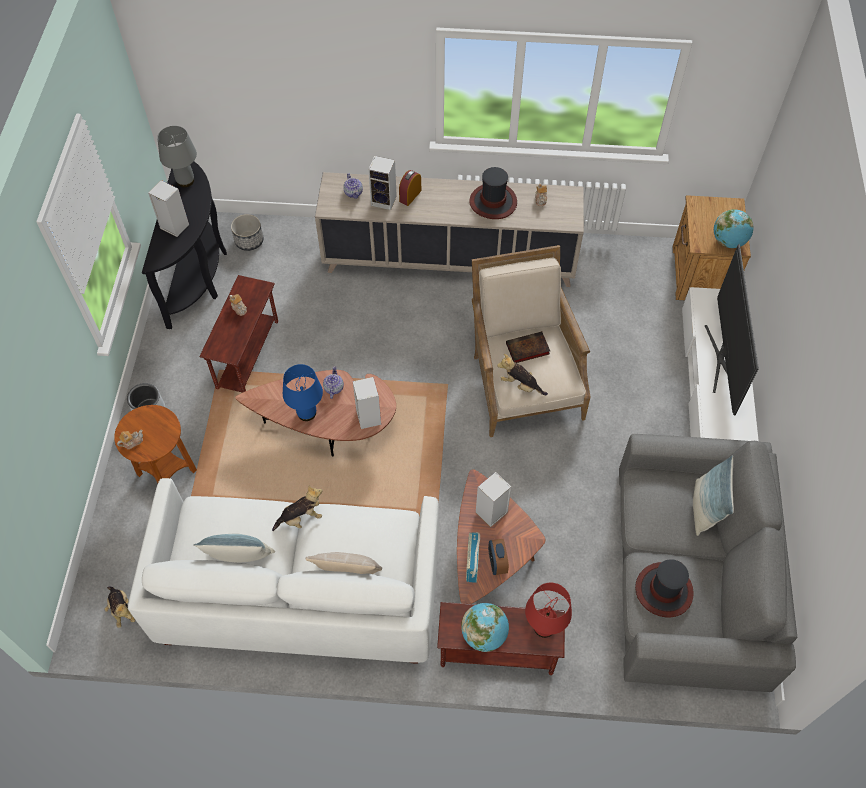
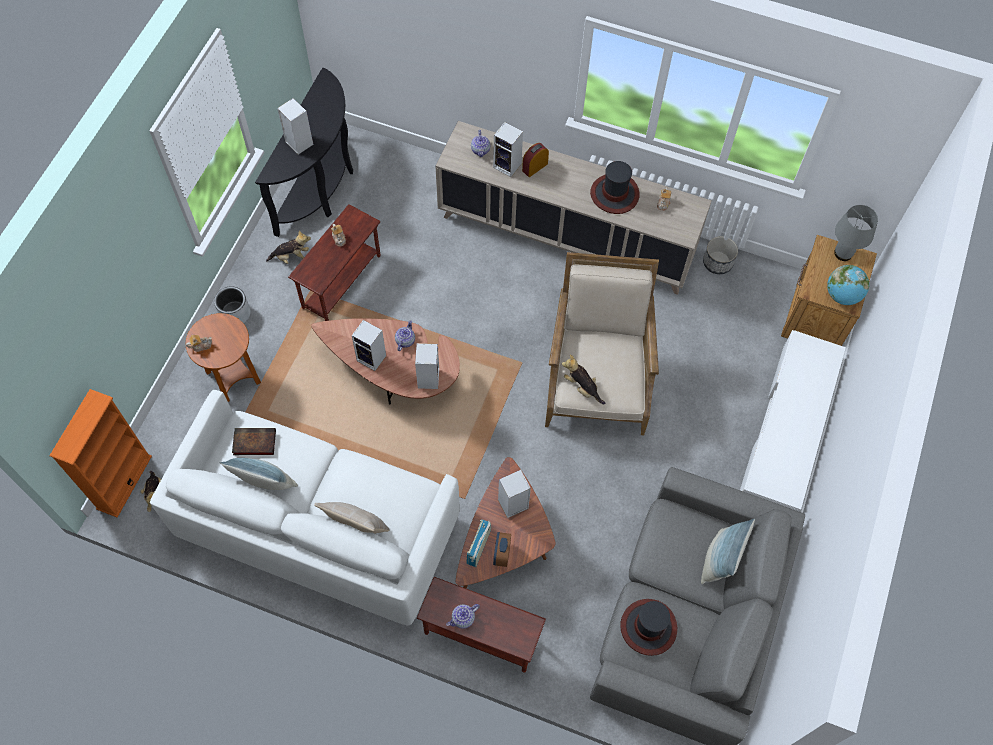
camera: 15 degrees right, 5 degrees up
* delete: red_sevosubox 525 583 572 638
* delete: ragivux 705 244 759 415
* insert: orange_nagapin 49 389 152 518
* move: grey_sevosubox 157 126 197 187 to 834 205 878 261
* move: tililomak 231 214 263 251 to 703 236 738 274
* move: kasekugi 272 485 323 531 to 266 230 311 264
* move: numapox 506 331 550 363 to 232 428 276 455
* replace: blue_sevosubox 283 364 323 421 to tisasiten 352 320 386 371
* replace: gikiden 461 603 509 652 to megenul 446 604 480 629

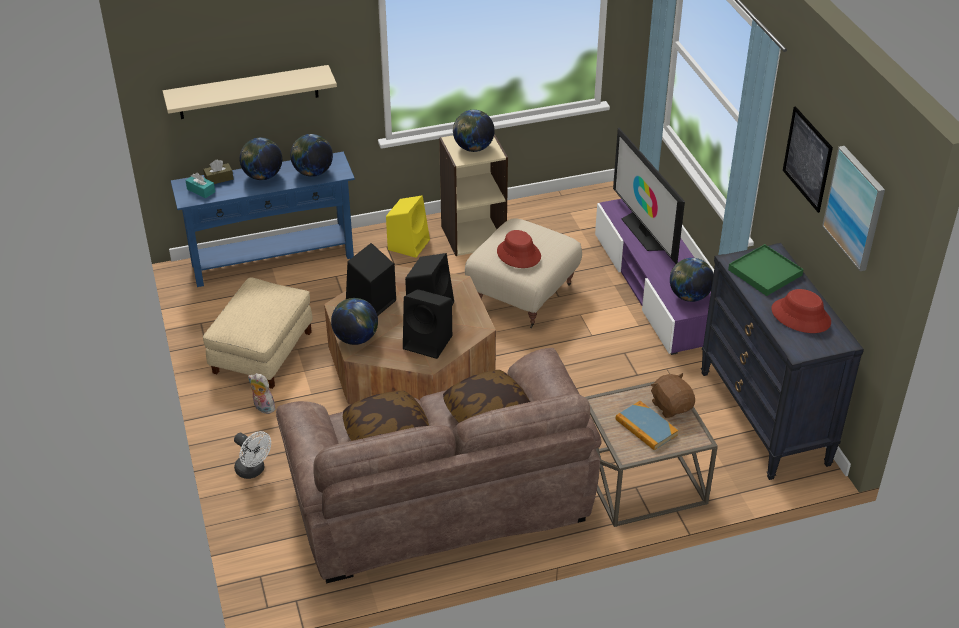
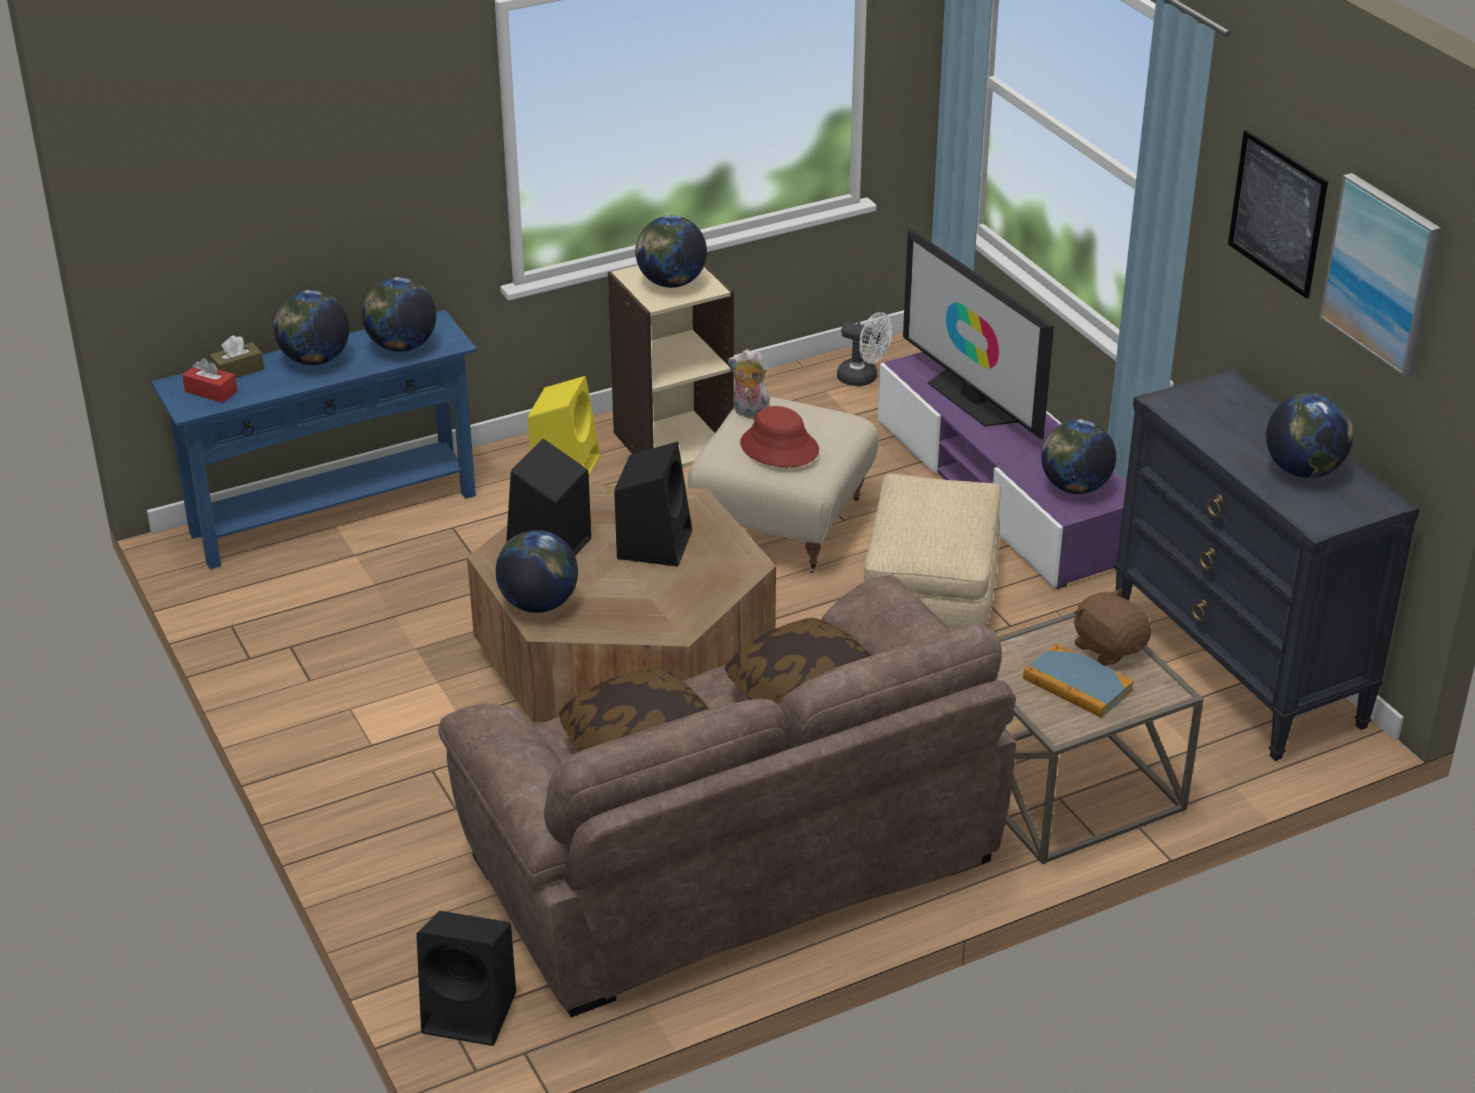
camera: 10 degrees left, 5 degrees down
* delete: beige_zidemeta 163 65 337 119
* delete: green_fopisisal 728 244 804 296
* move: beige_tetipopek 203 277 313 389 to 862 473 1001 629
* move: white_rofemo 234 431 271 479 to 837 312 892 386
* move: kasekugi 248 373 275 414 to 728 349 770 419
* move: black_tisasiten 403 289 452 359 to 416 911 516 1046
* replace: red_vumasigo 772 289 831 333 to gikiden 1266 393 1353 478
* recolor: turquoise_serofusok 185 172 215 199 to red_serofusok 182 358 237 403

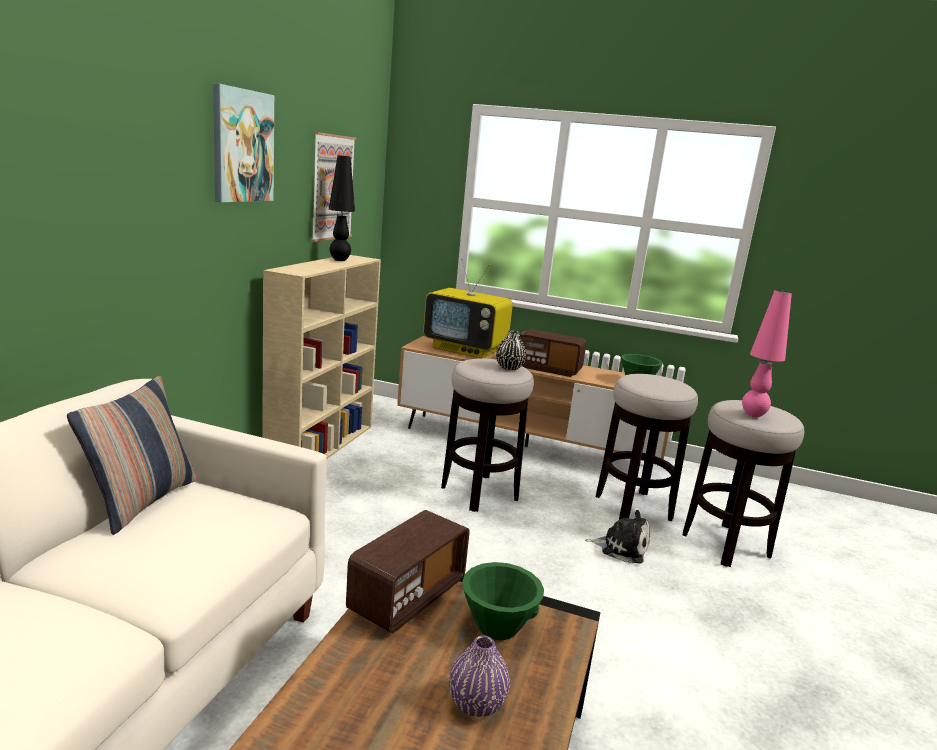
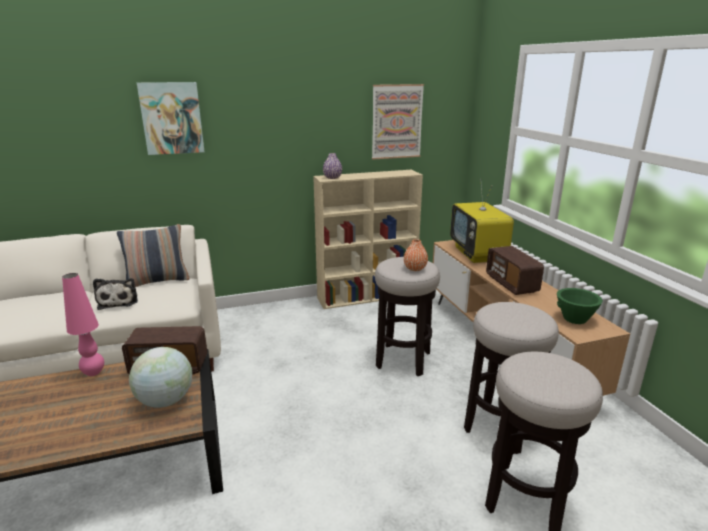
camera: 55 degrees right, 5 degrees up
* delete: black_sevosubox 329 155 355 261
* move: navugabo 213 83 274 202 to 137 82 205 155
* move: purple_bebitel 449 635 510 717 to 323 153 342 179
* move: kasekugi 585 510 650 564 to 93 278 138 310
* move: pink_sevosubox 742 290 792 417 to 62 273 104 376
* replace: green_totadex 462 562 544 640 to gikiden 129 347 192 408
* recolor: black_bebitel 496 331 526 370 to orange_bebitel 404 239 428 271

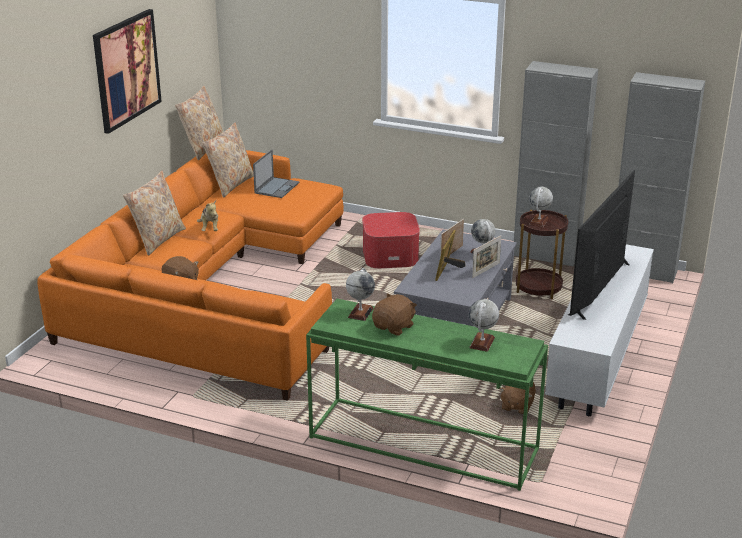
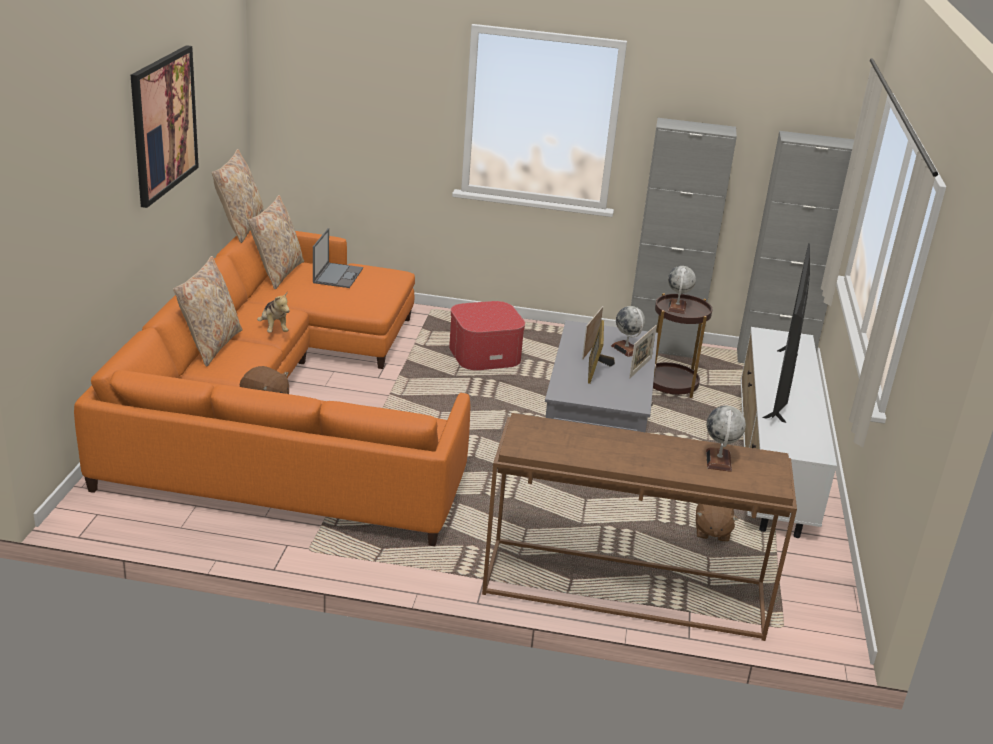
camera: 15 degrees left, 0 degrees up
* delete: gikiden 346 268 375 321
* delete: brown_kasekugi 372 293 417 336
* recolor: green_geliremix 306 299 548 491 to brown_geliremix 482 413 797 641

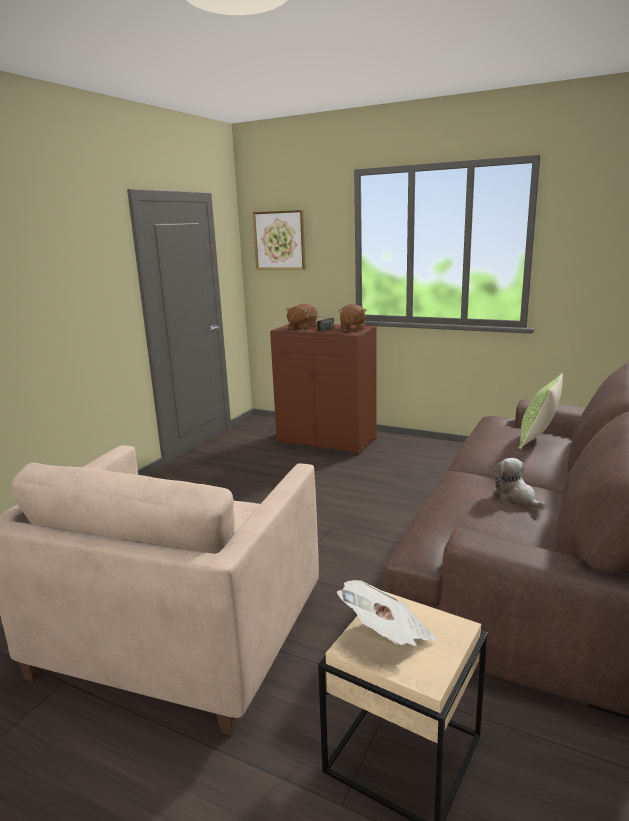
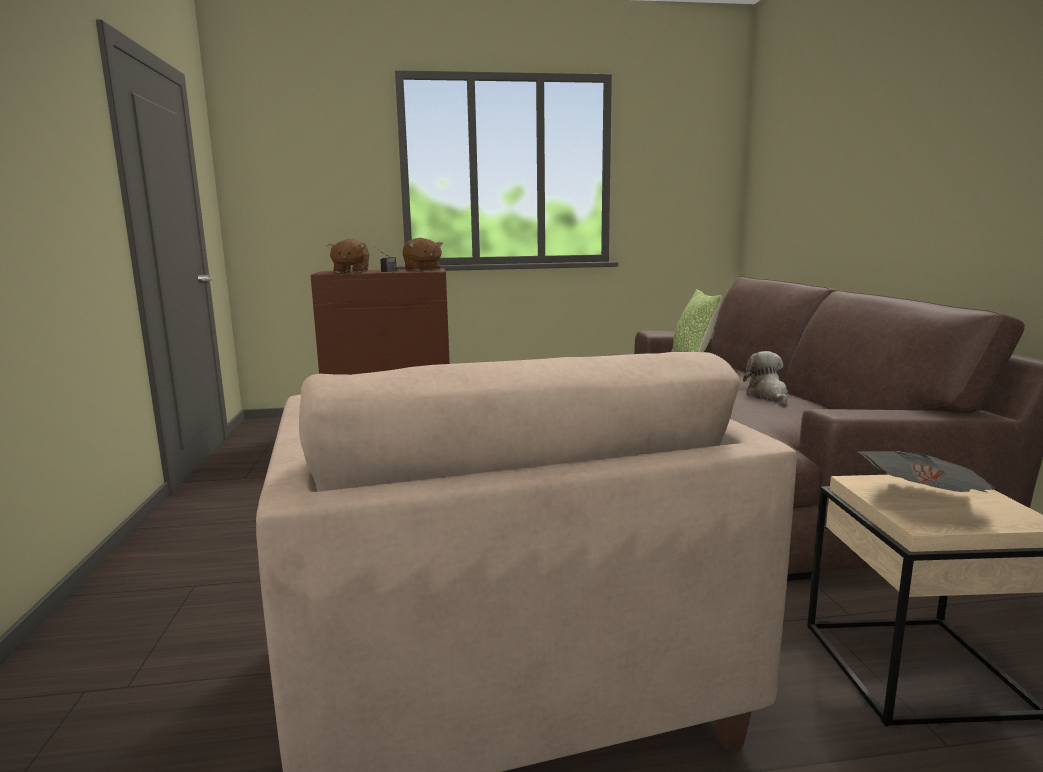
camera: 35 degrees left, 5 degrees down
* delete: navugabo 253 210 306 270
* rotate: kasekugi 494 458 546 510 = 743 351 788 404 60 degrees clockwise

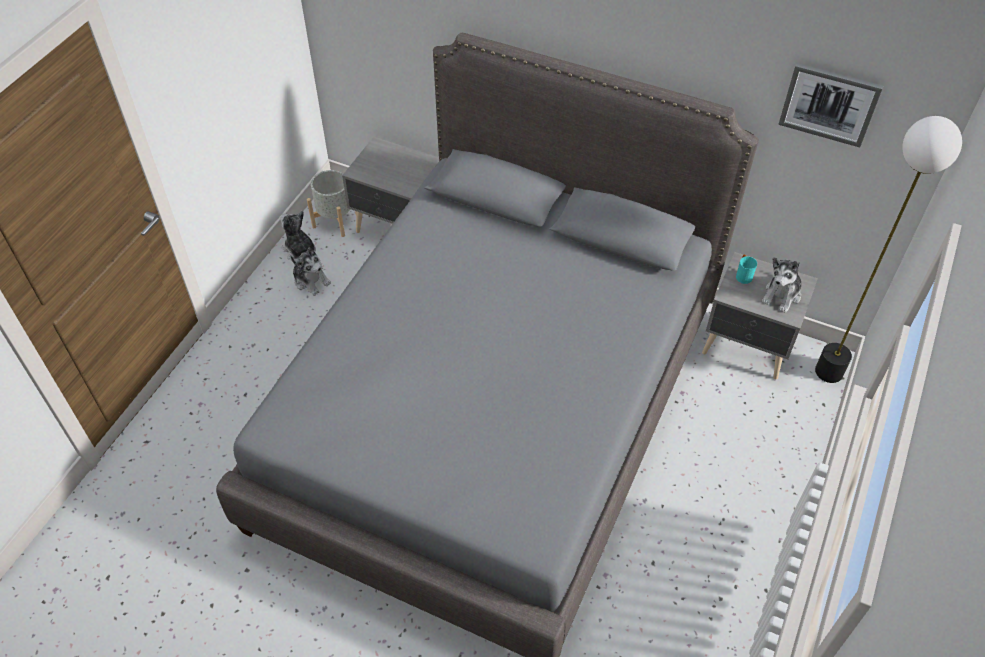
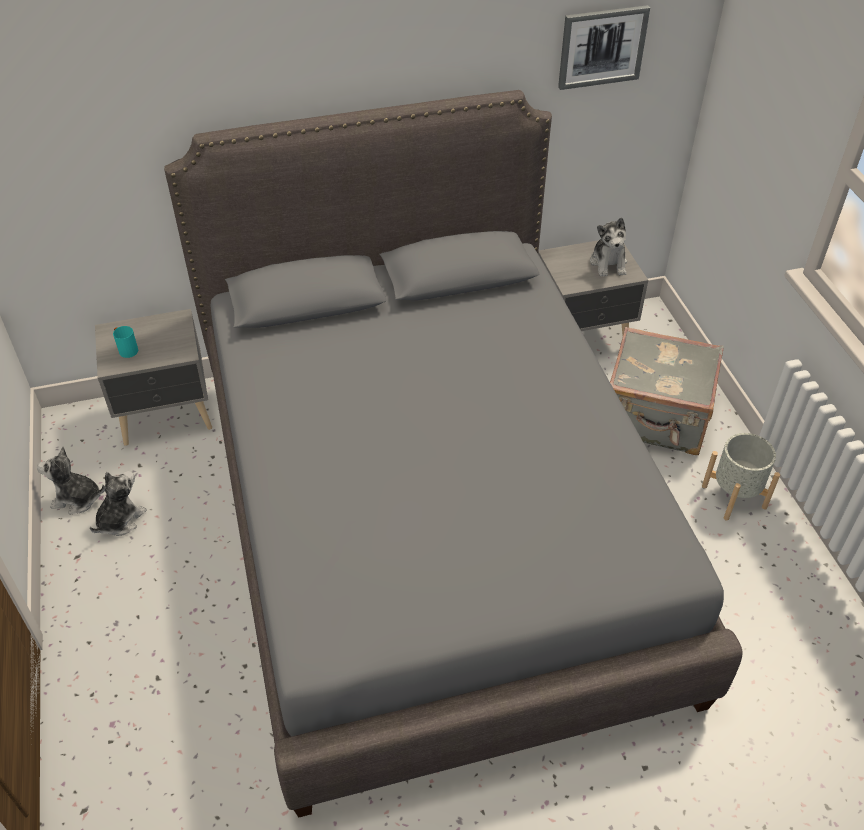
camera: 40 degrees left, 5 degrees down
* delete: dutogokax 815 116 962 383
* insert: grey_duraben 610 327 724 455
* move: grey_tililomak 307 170 356 237 to 702 433 780 521
* move: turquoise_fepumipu 736 255 757 284 to 113 326 138 358
* rotate: kasekugi 290 247 331 296 = 90 471 147 536 60 degrees counterclockwise

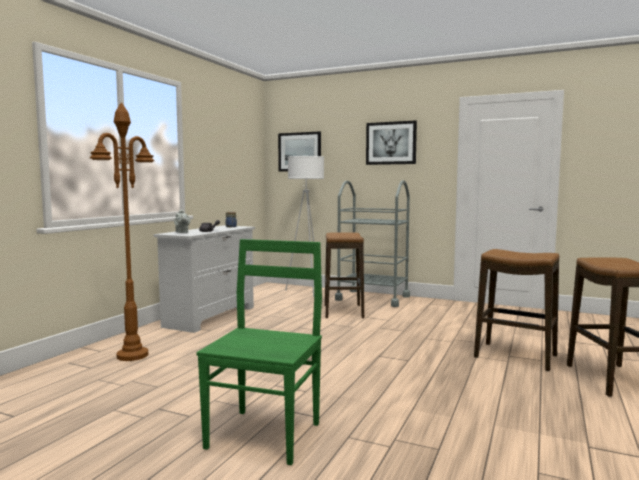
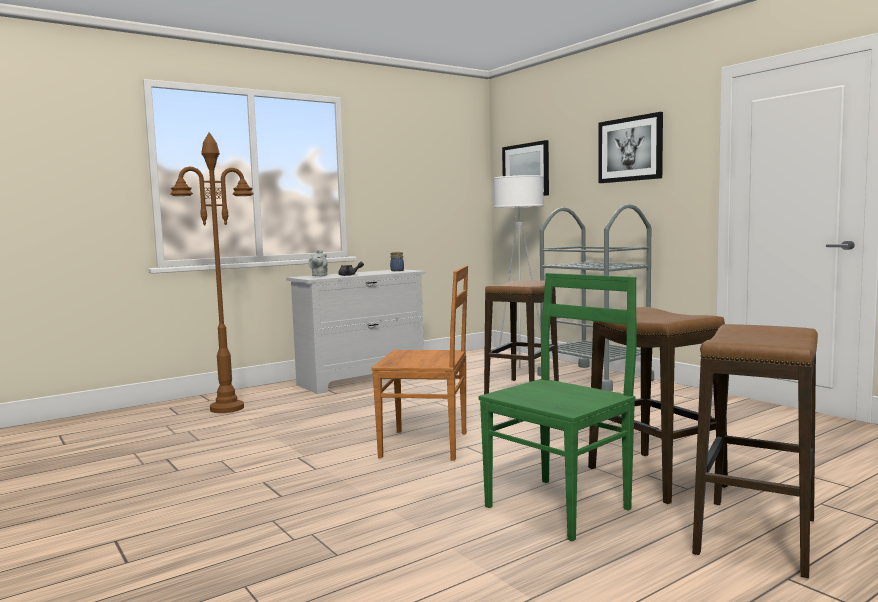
camera: 30 degrees right, 0 degrees up
* insert: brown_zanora 372 265 468 461
* move: green_zanora 196 239 322 465 to 479 273 637 542

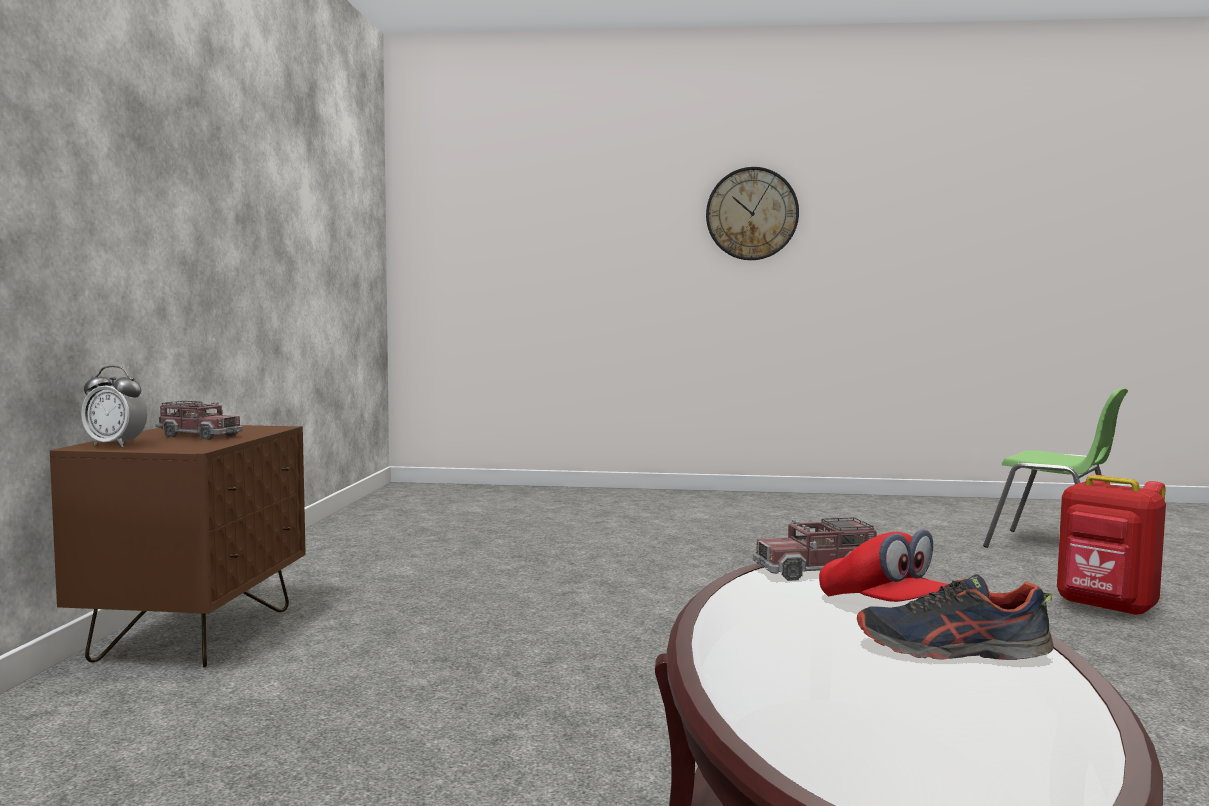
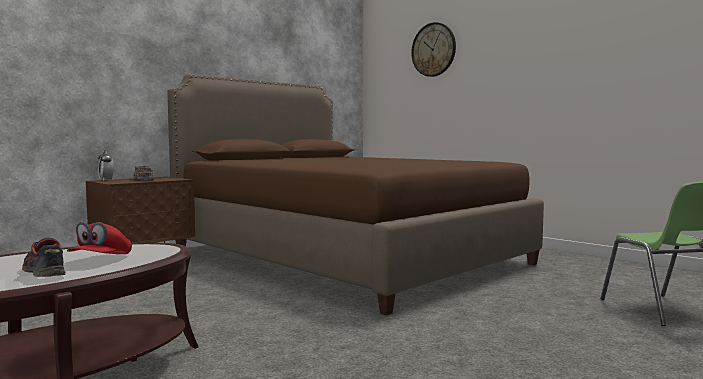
camera: 40 degrees right, 0 degrees up
* delete: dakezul 753 517 877 581
* delete: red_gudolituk 1057 475 1166 616
* insert: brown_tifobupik 167 74 544 316
* move: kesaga 706 167 799 260 to 411 22 456 77

